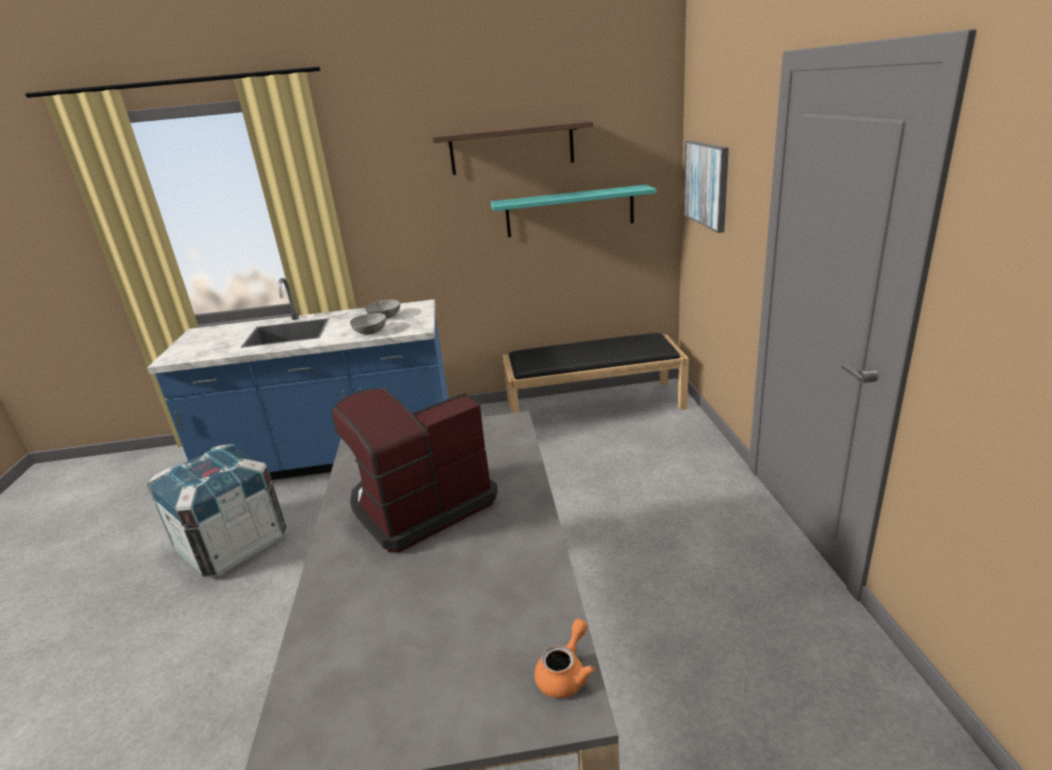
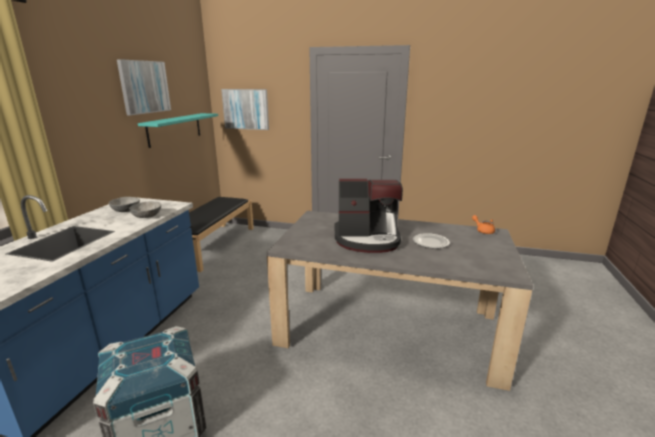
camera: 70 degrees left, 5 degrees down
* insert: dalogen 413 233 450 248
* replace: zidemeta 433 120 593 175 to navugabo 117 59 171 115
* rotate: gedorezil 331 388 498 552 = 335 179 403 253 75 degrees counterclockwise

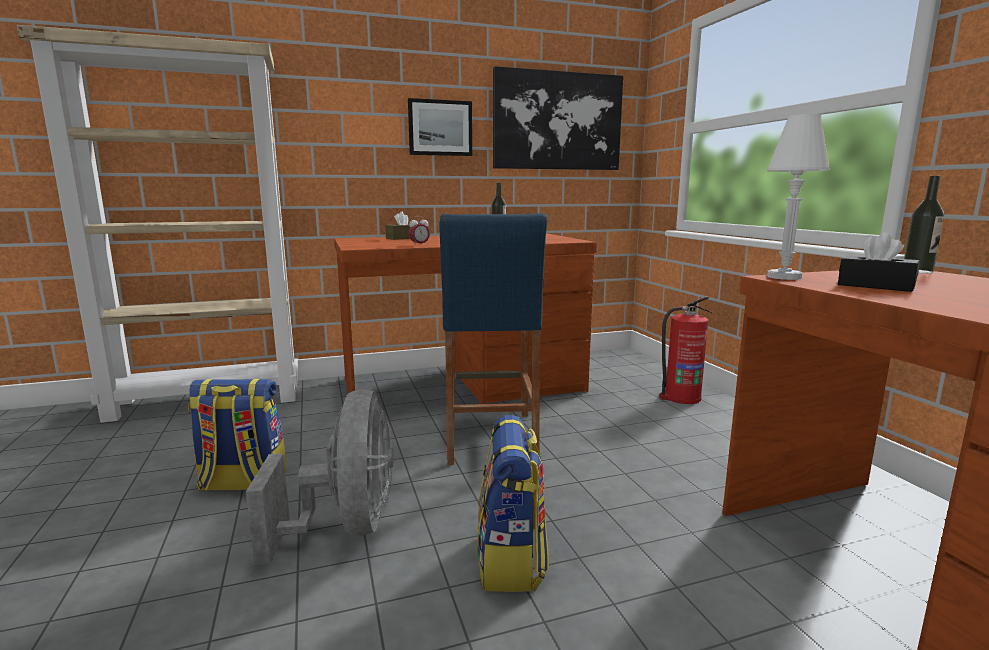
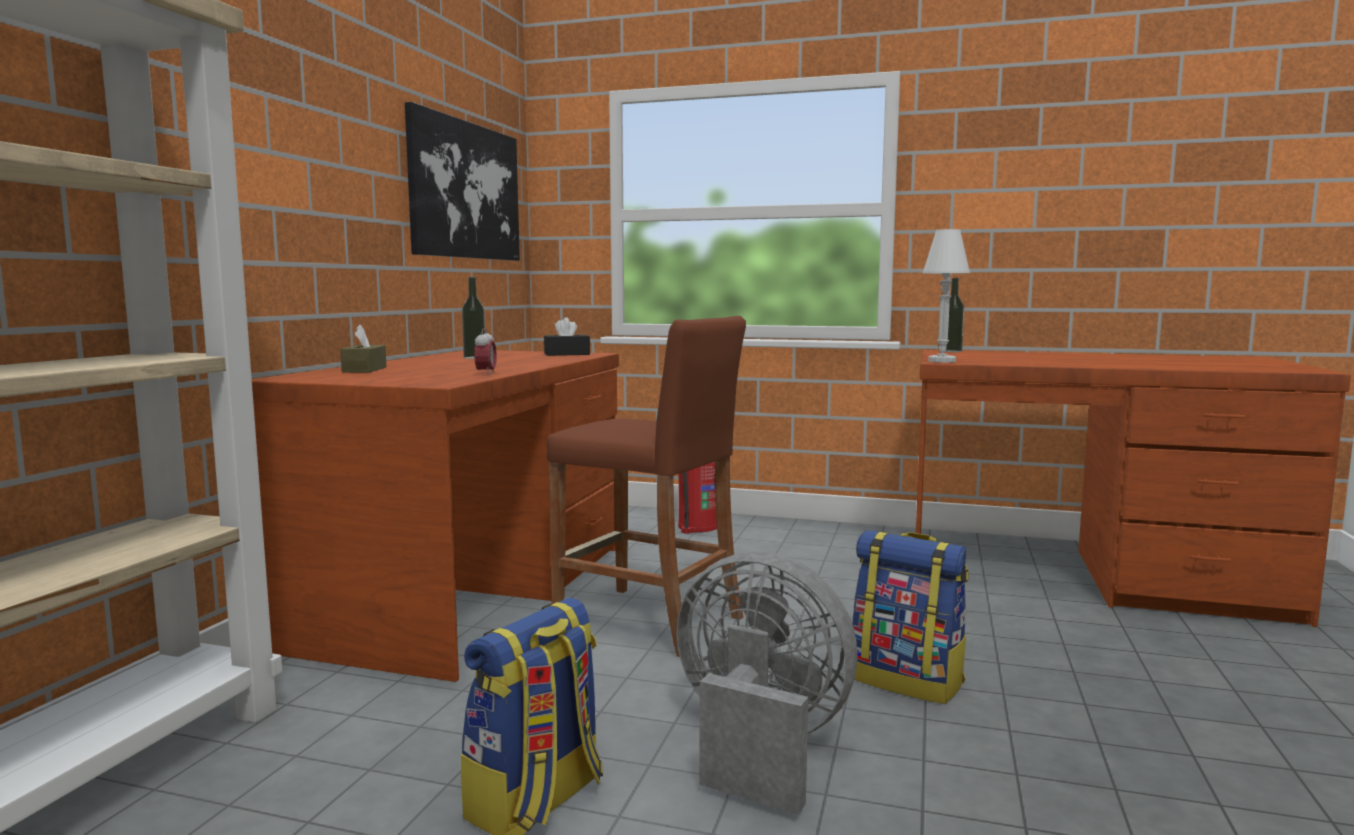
camera: 55 degrees left, 5 degrees down
* delete: navugabo 408 98 472 156
* move: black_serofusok 838 233 920 292 to 544 317 590 356
* recolor: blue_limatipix 439 213 548 465 to brown_limatipix 547 316 746 657

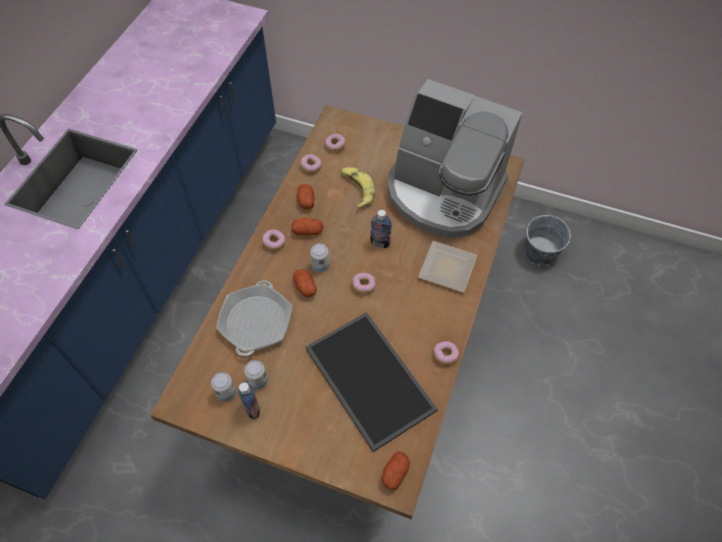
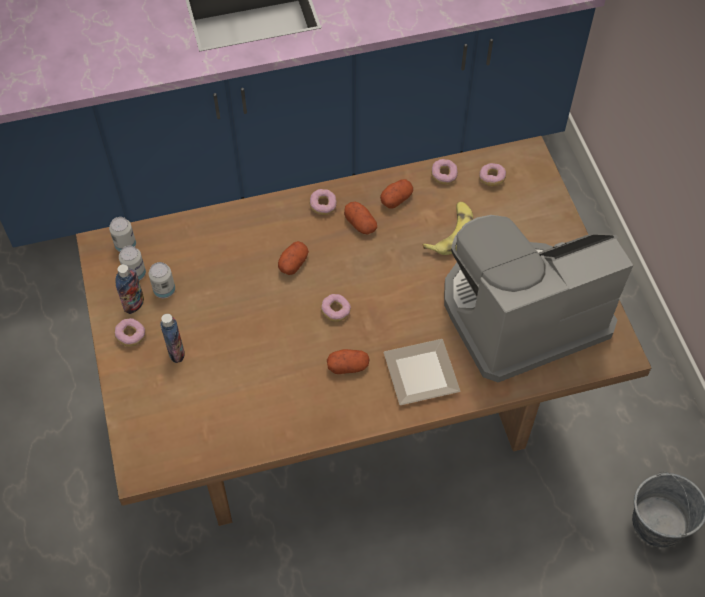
camera: 55 degrees right, 0 degrees up
* delete: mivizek 216 280 292 356
* delete: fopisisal 305 312 438 452
* move: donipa 310 243 329 272 to 109 217 136 252
* move: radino 370 210 392 248 to 160 314 185 363
* move: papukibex 382 451 410 491 to 327 349 369 374
* move: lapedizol 433 341 459 365 to 114 318 145 347
* rotate: gedorezil 388 79 522 237 = 444 215 633 382 75 degrees clockwise

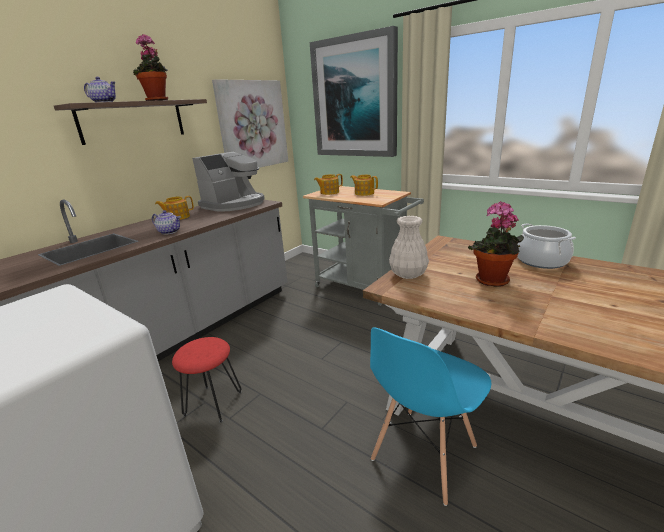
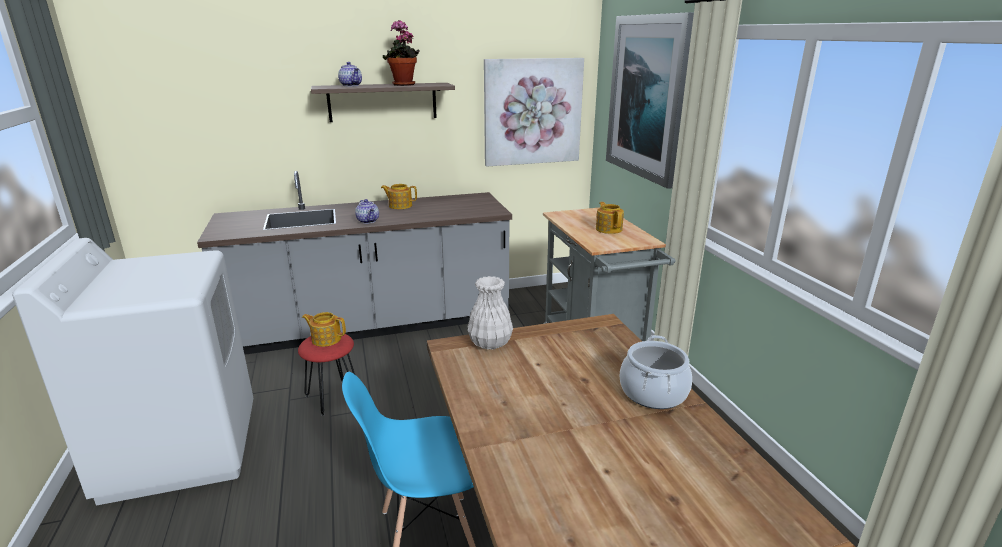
camera: 35 degrees right, 0 degrees up
* delete: gedorezil 192 152 265 212
* delete: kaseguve 468 201 524 287
* move: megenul 314 174 343 195 to 302 312 346 347

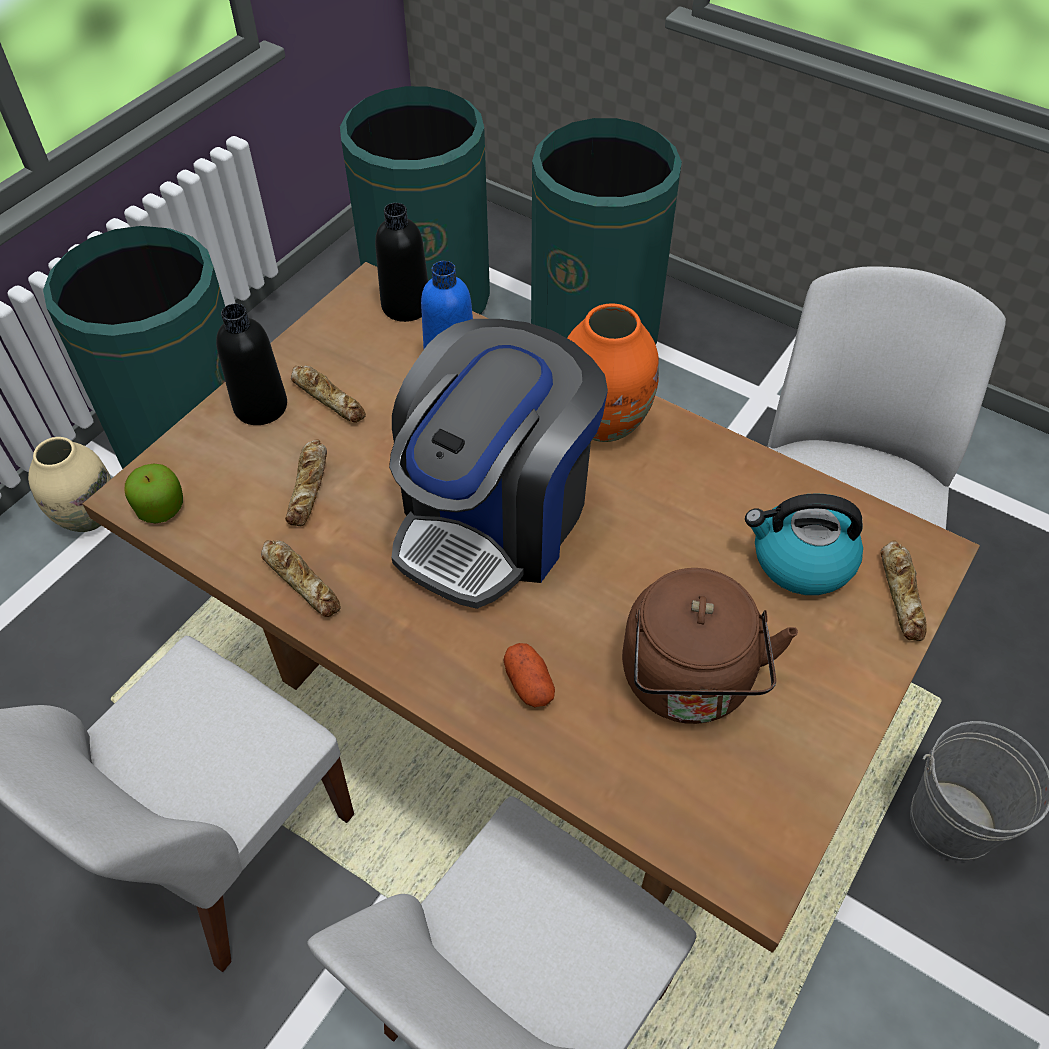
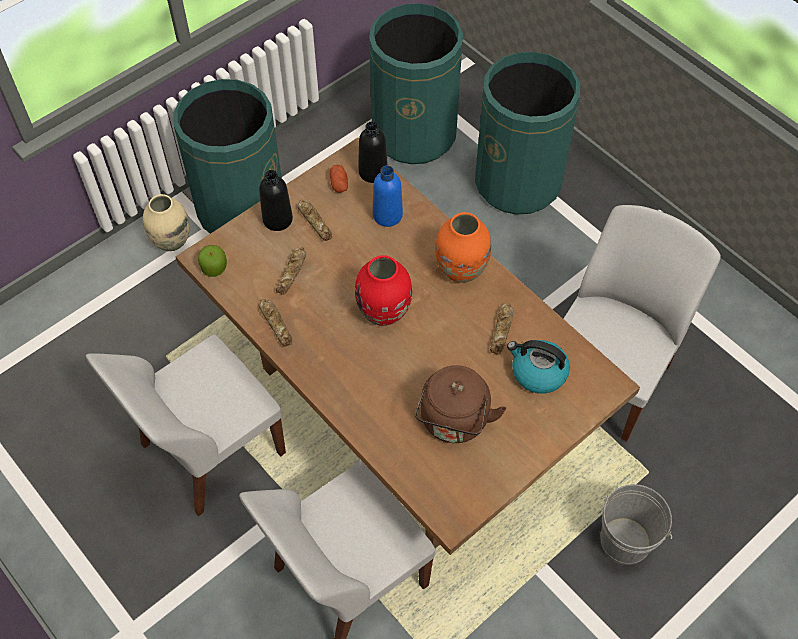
camera: 15 degrees right, 5 degrees up
* move: papukibex 503 643 555 707 to 330 165 348 193
* move: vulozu 881 540 927 641 to 490 303 514 355
* replace: gedorezil 389 319 608 609 to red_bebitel 355 255 412 326

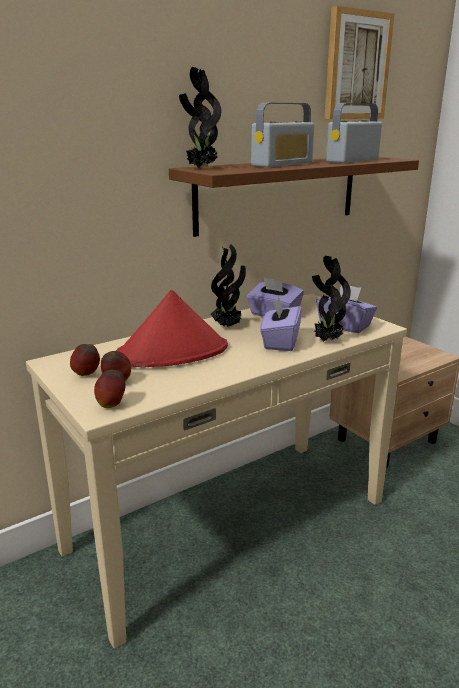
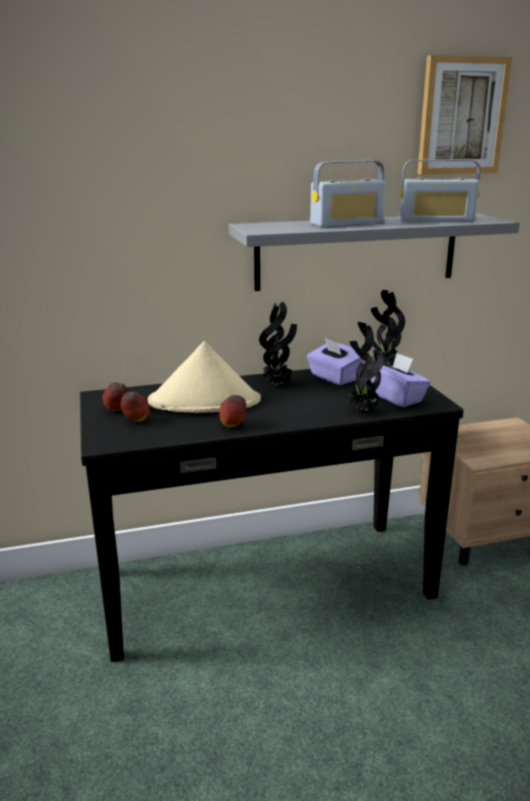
camera: 20 degrees right, 0 degrees up
* delete: purple_serofusok 260 297 302 351
* move: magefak 94 370 125 408 to 219 395 246 427
* move: kaseguve 179 66 221 168 to 371 290 405 365
* recolor: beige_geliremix 26 294 407 649 to black_geliremix 80 362 464 662
* recolor: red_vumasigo 116 290 228 367 to beige_vumasigo 148 341 261 413
* recolor: brown_zidemeta 169 157 419 237 to grey_zidemeta 229 213 520 291
* rotate: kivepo 326 103 382 163 = 400 160 480 222 150 degrees counterclockwise

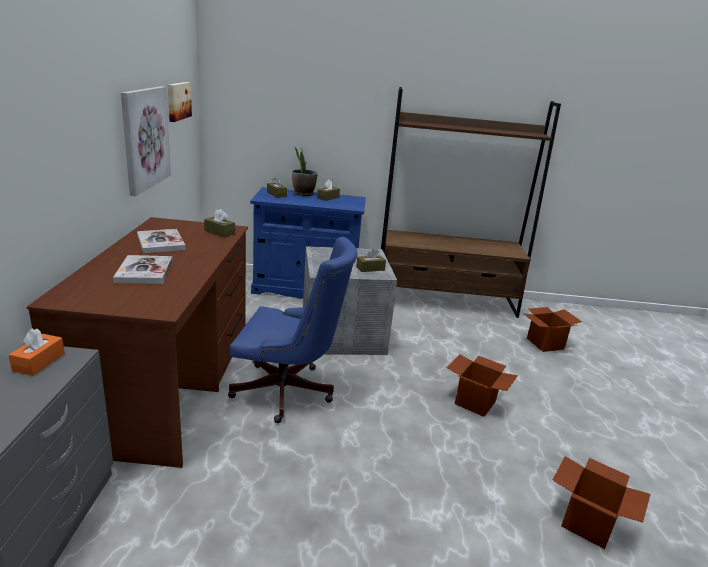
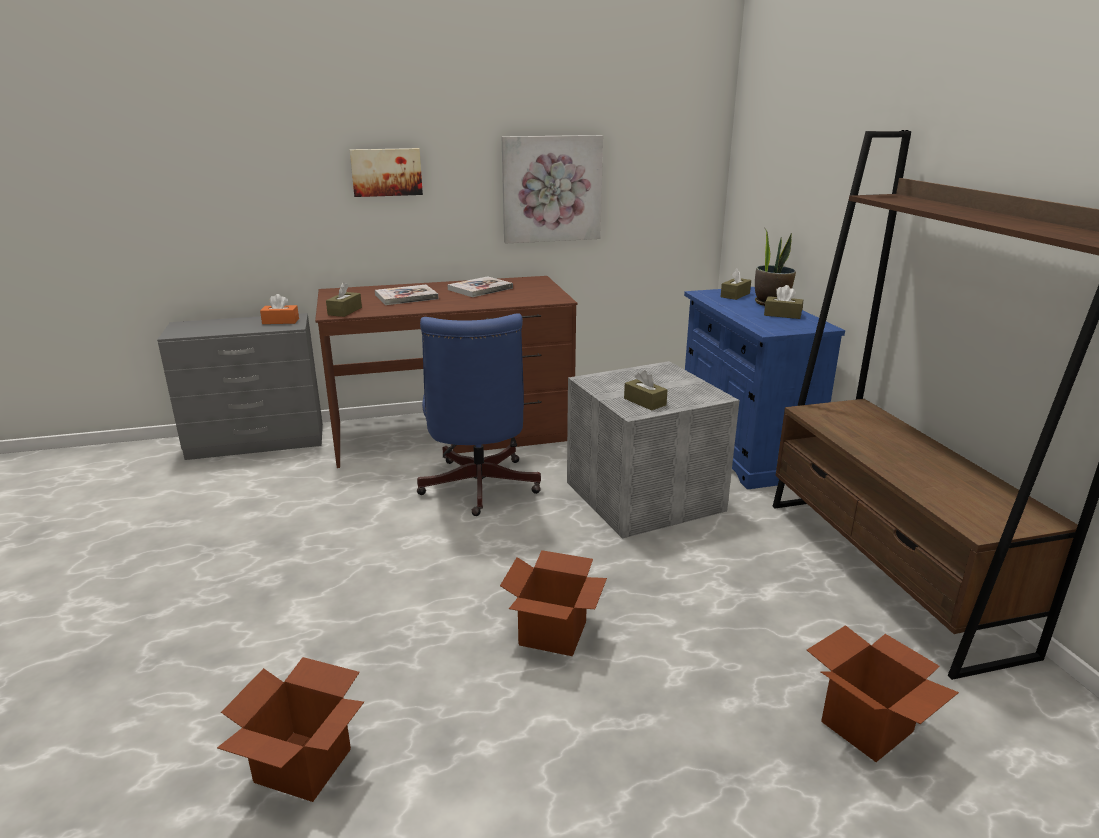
camera: 75 degrees right, 0 degrees up
* move: navugabo 168 82 192 122 to 350 148 423 197
* move: brown_serofusok 204 209 235 238 to 326 282 362 317

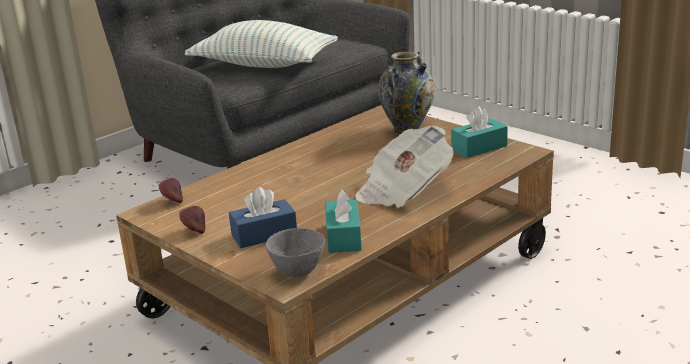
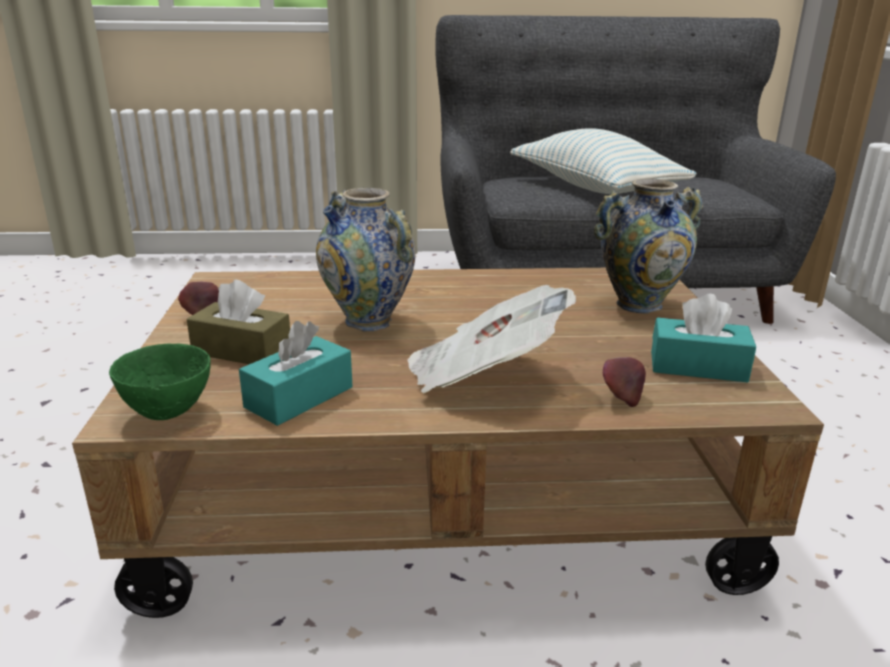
camera: 40 degrees right, 0 degrees up
* insert: bebitel 316 188 416 331
* move: magefak 159 178 183 203 to 603 357 646 407
* recolor: blue_serofusok 229 187 297 248 to brown_serofusok 187 280 290 364
* recolor: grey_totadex 266 228 325 277 to green_totadex 109 343 211 420

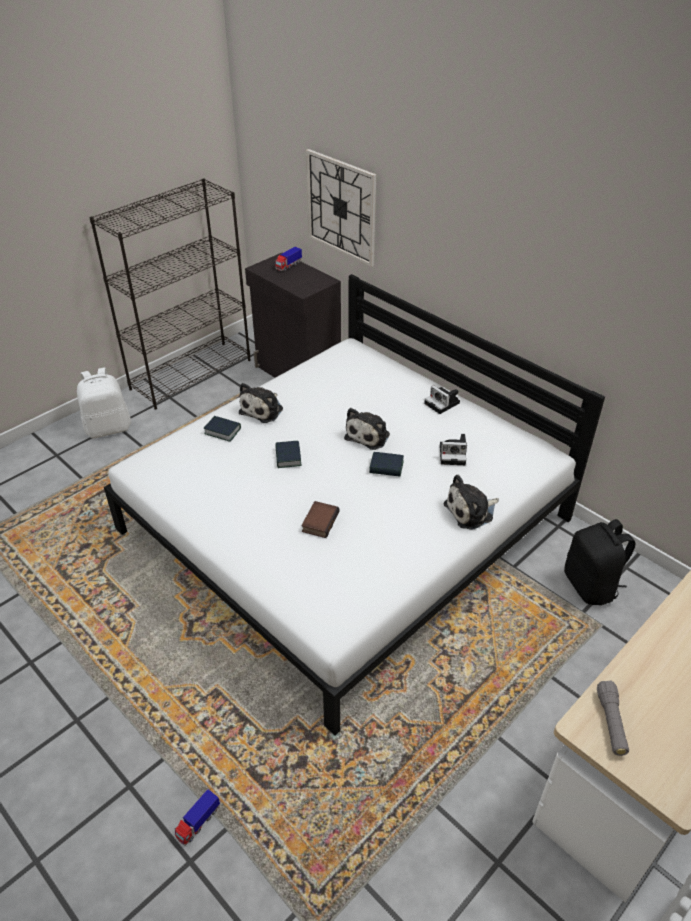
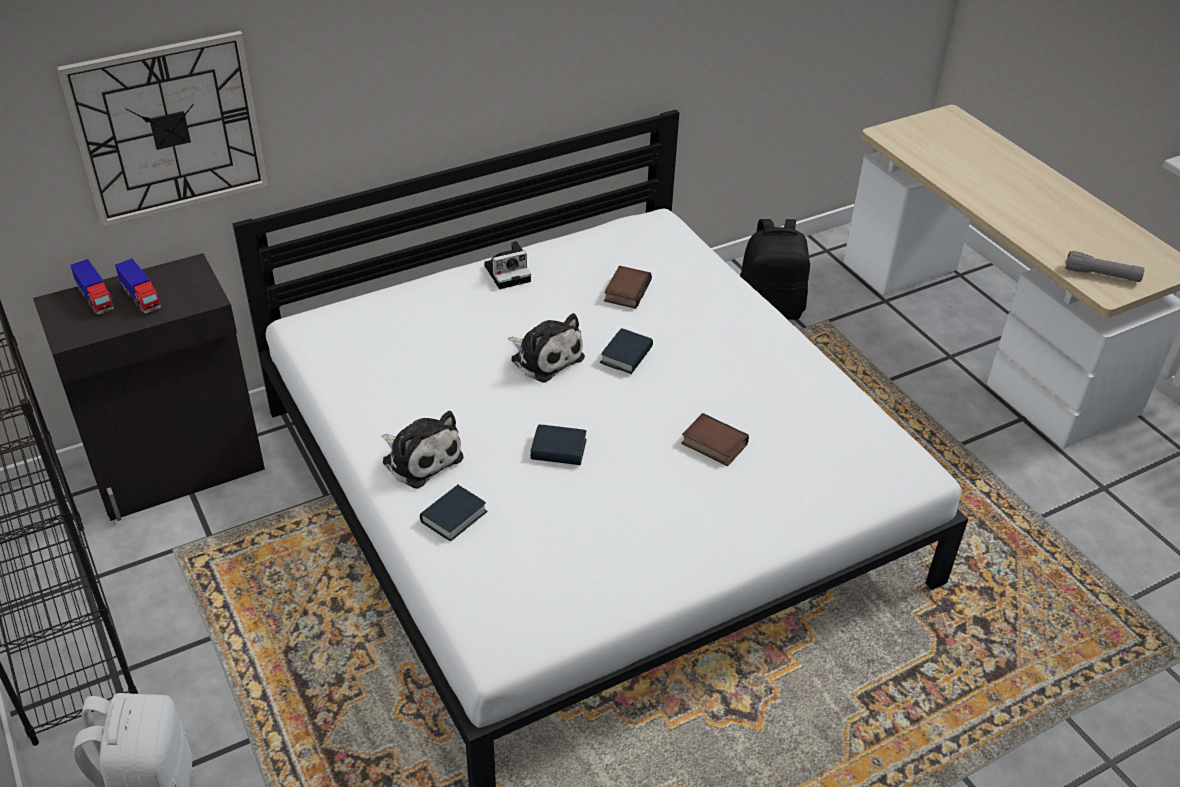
camera: 75 degrees left, 0 degrees up
* delete: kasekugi 443 475 499 530
* move: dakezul 175 789 220 846 to 115 259 161 313
* replace: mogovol 440 434 467 465 to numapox 604 266 652 309

